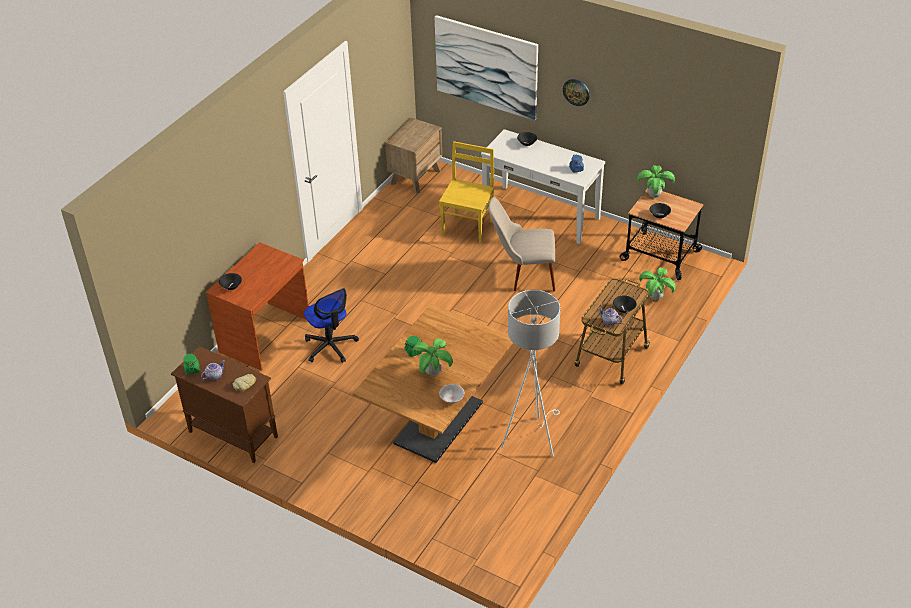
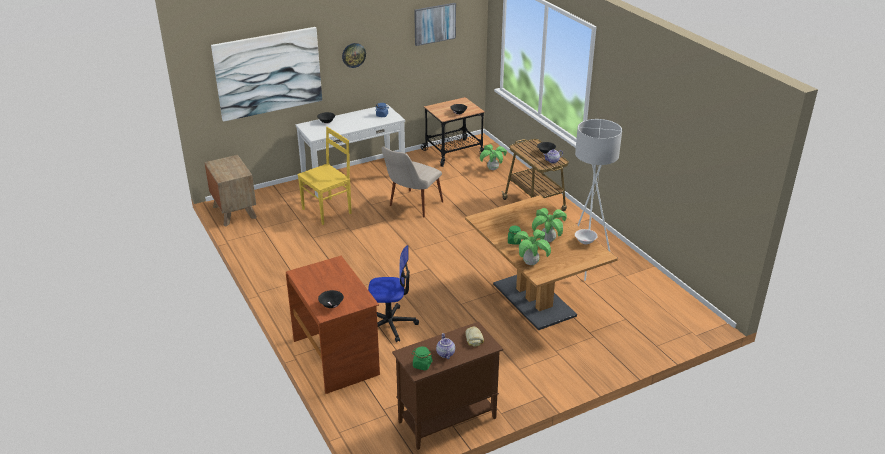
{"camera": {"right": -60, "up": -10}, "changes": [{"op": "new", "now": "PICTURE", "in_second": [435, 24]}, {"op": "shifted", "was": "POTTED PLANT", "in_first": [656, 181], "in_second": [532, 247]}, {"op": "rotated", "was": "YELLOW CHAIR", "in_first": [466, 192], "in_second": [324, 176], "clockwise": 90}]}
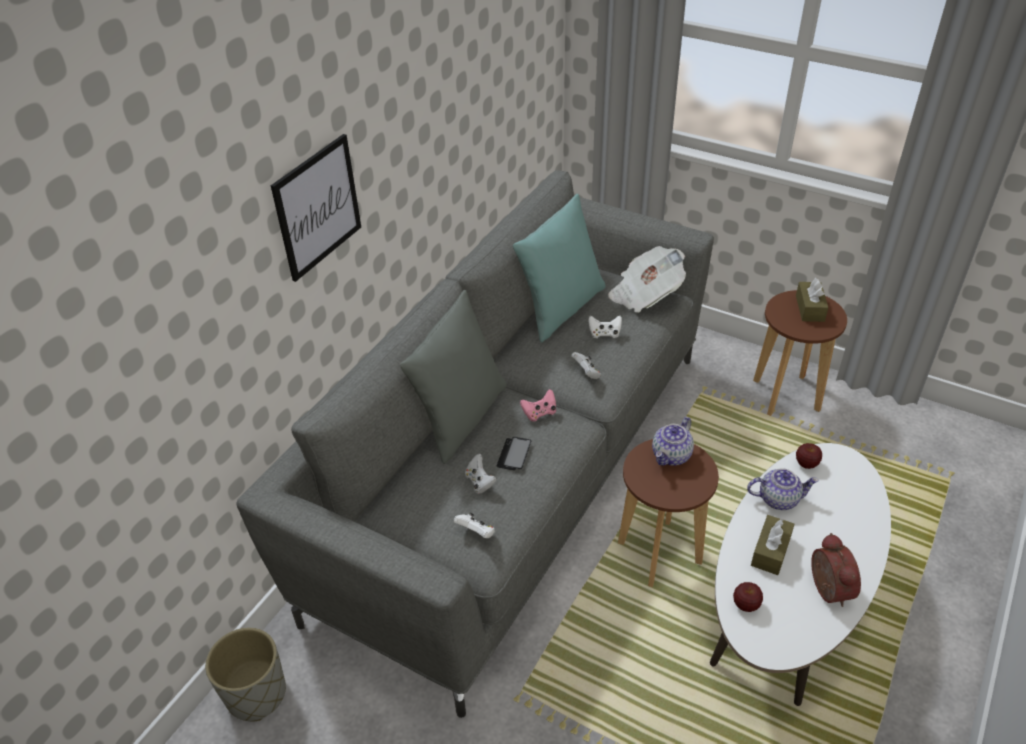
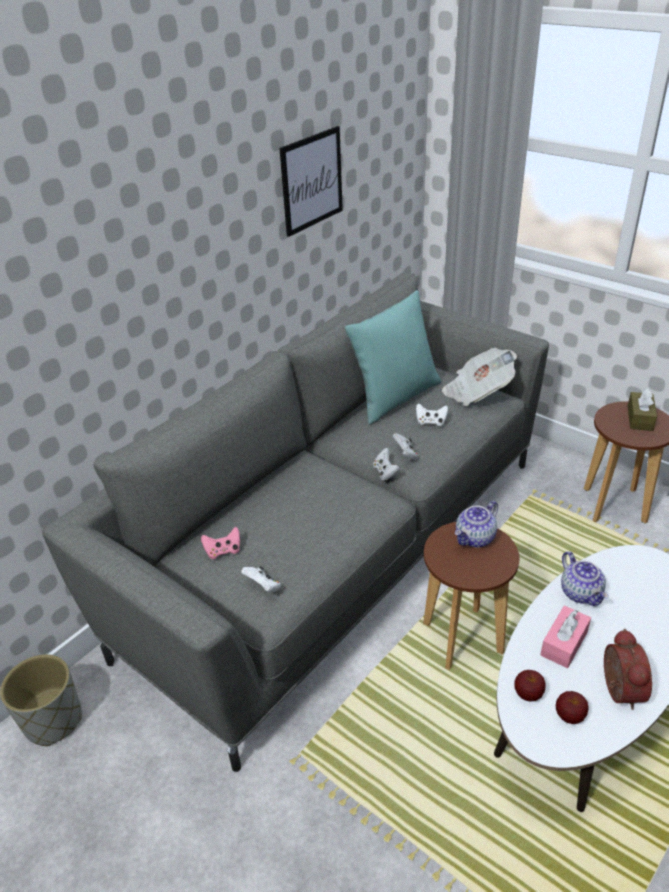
{"camera": {"right": 10, "up": -5}, "changes": [{"op": "gone", "was": "GREY PILLOW", "in_first": [453, 377]}, {"op": "gone", "was": "PHONE", "in_first": [514, 453]}, {"op": "shifted", "was": "PICTURE", "in_first": [316, 208], "in_second": [311, 181]}, {"op": "shifted", "was": "WHITE GAME CONTROLLER", "in_first": [481, 474], "in_second": [386, 464]}, {"op": "shifted", "was": "PINK GAME CONTROLLER", "in_first": [538, 405], "in_second": [220, 543]}, {"op": "shifted", "was": "APPLE", "in_first": [809, 456], "in_second": [572, 707]}, {"op": "repainted", "was": "BROWN TISSUE BOX", "now": "PINK TISSUE BOX", "in_first": [773, 545], "in_second": [565, 637]}, {"op": "rotated", "was": "TEAPOT", "in_first": [783, 489], "in_second": [585, 578], "clockwise": 60}]}
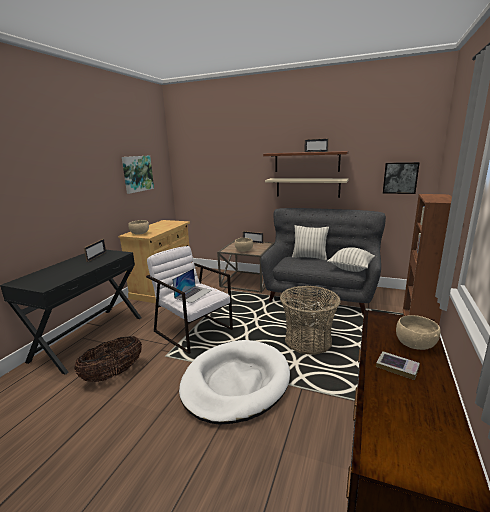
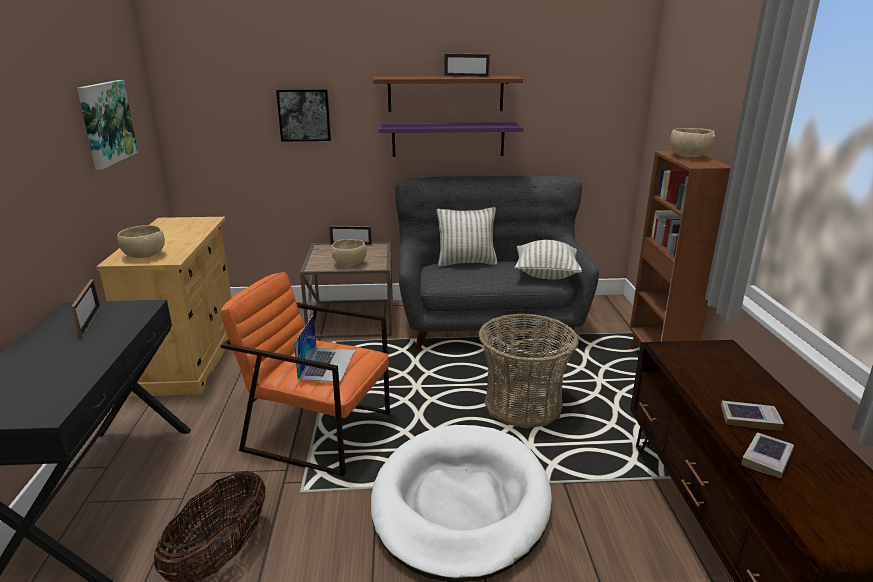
{"camera": {"right": -25, "up": 5}, "changes": [{"op": "new", "now": "BOOK", "in_second": [768, 455]}, {"op": "shifted", "was": "PICTURE", "in_first": [401, 178], "in_second": [303, 115]}, {"op": "shifted", "was": "BEIGE BOWL", "in_first": [418, 332], "in_second": [692, 142]}, {"op": "repainted", "was": "WHITE ARMCHAIR", "now": "ORANGE ARMCHAIR", "in_first": [189, 300], "in_second": [305, 374]}, {"op": "repainted", "was": "BEIGE SHELF", "now": "PURPLE SHELF", "in_first": [307, 188], "in_second": [450, 139]}]}
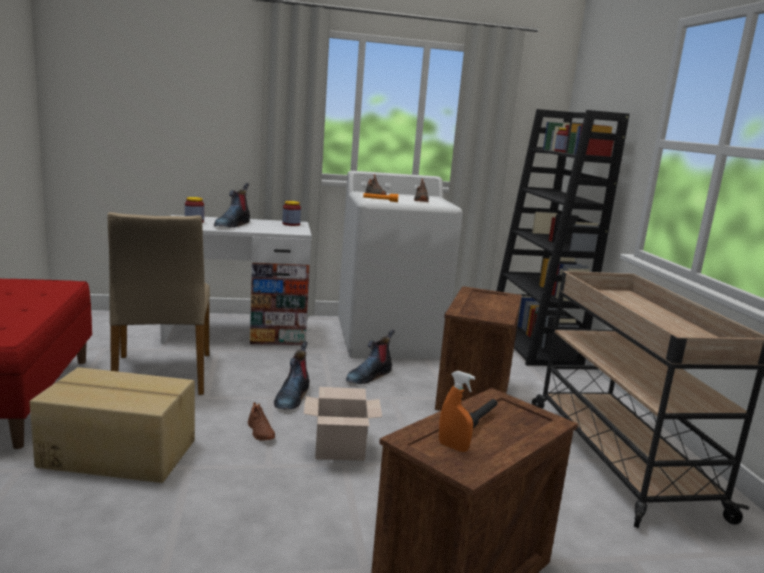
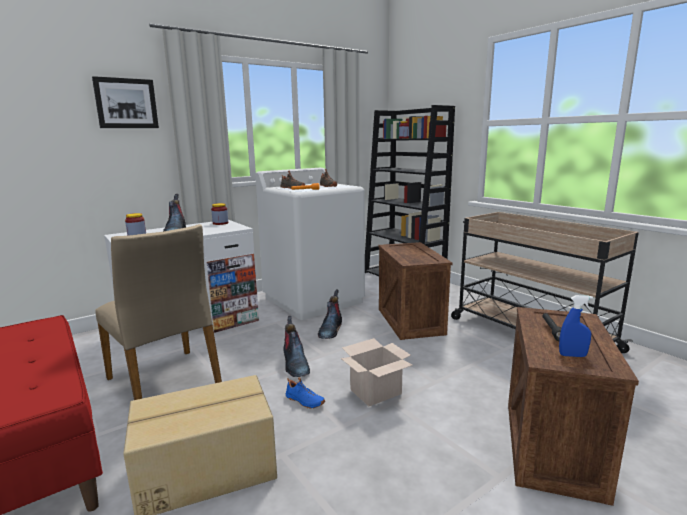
{"camera": {"right": -25, "up": 0}, "changes": [{"op": "new", "now": "PICTURE", "in_second": [125, 102]}, {"op": "repainted", "was": "BROWN SHOE", "now": "BLUE SHOE", "in_first": [261, 421], "in_second": [305, 393]}, {"op": "repainted", "was": "ORANGE SPRAY BOTTLE", "now": "BLUE SPRAY BOTTLE", "in_first": [457, 411], "in_second": [576, 326]}]}
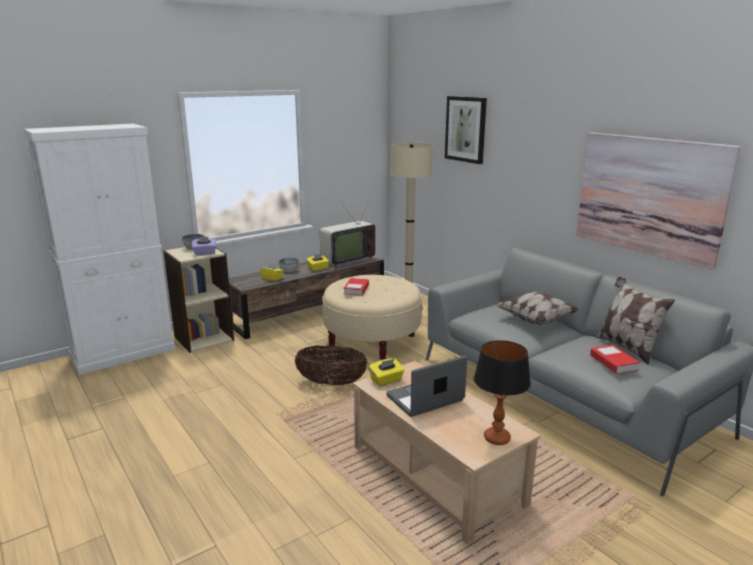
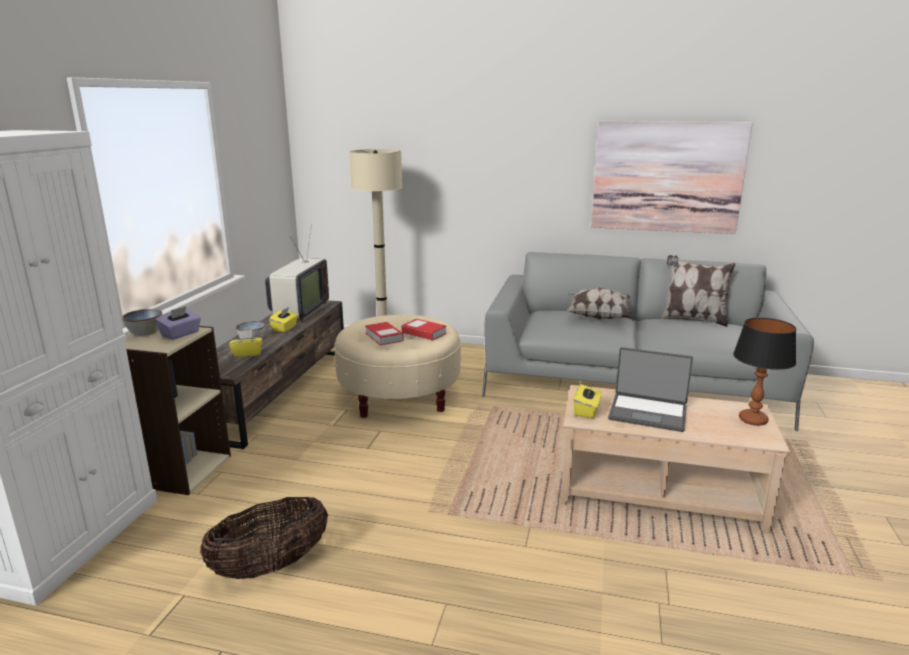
{"camera": {"right": -40, "up": 0}, "changes": [{"op": "gone", "was": "PICTURE", "in_first": [466, 130]}, {"op": "shifted", "was": "BASKET", "in_first": [331, 365], "in_second": [264, 537]}, {"op": "shifted", "was": "BOOK", "in_first": [615, 359], "in_second": [424, 330]}, {"op": "rotated", "was": "LAPTOP", "in_first": [426, 386], "in_second": [650, 389], "clockwise": -90}]}
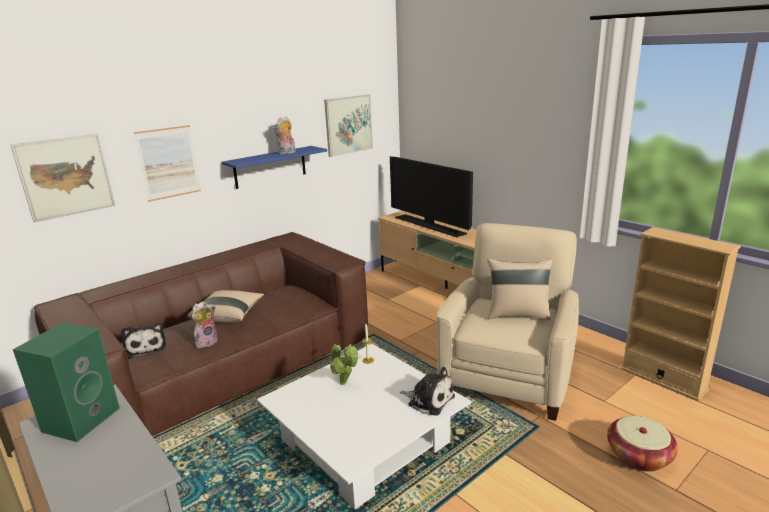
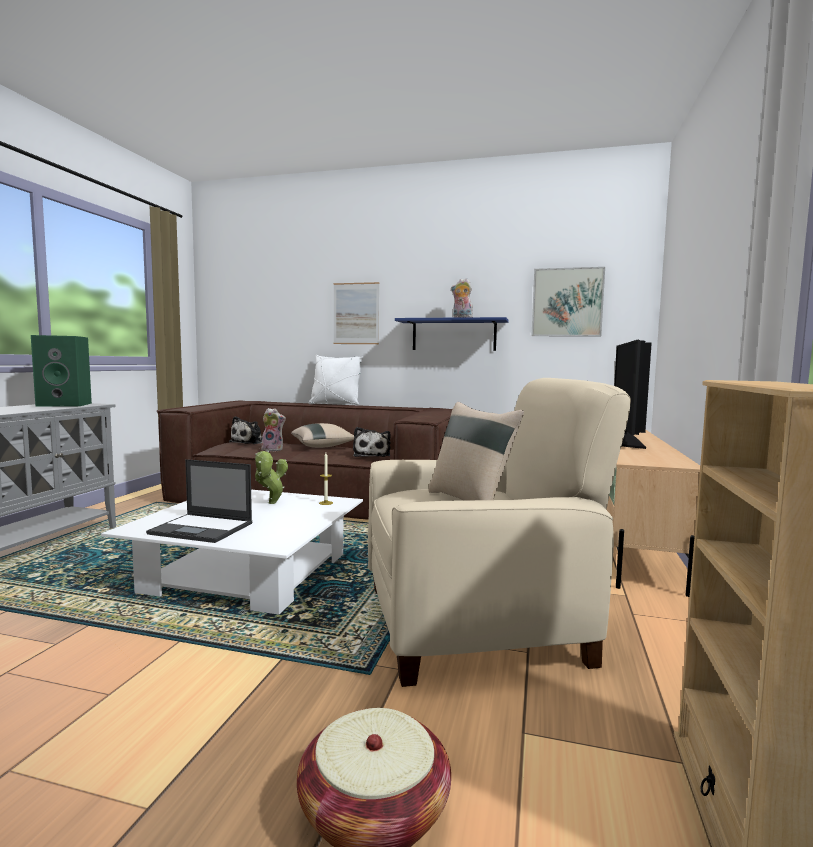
{"camera": {"right": 55, "up": -15}, "changes": [{"op": "gone", "was": "PICTURE", "in_first": [62, 178]}, {"op": "new", "now": "LAPTOP", "in_second": [199, 501]}, {"op": "new", "now": "WHITE PILLOW", "in_second": [336, 380]}, {"op": "shifted", "was": "PLUSH TOY", "in_first": [427, 391], "in_second": [372, 442]}]}
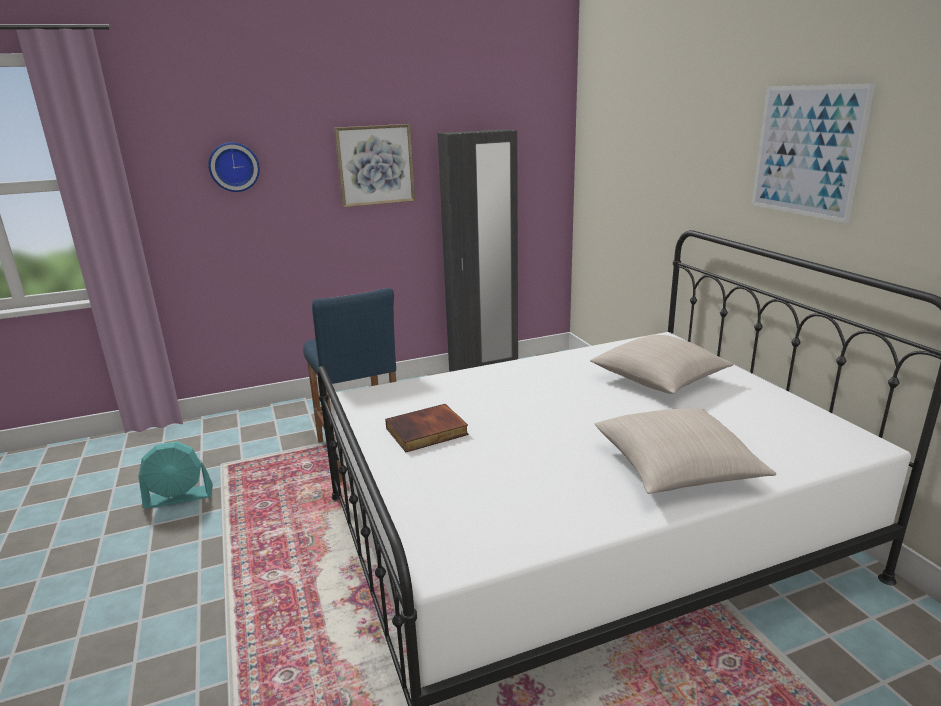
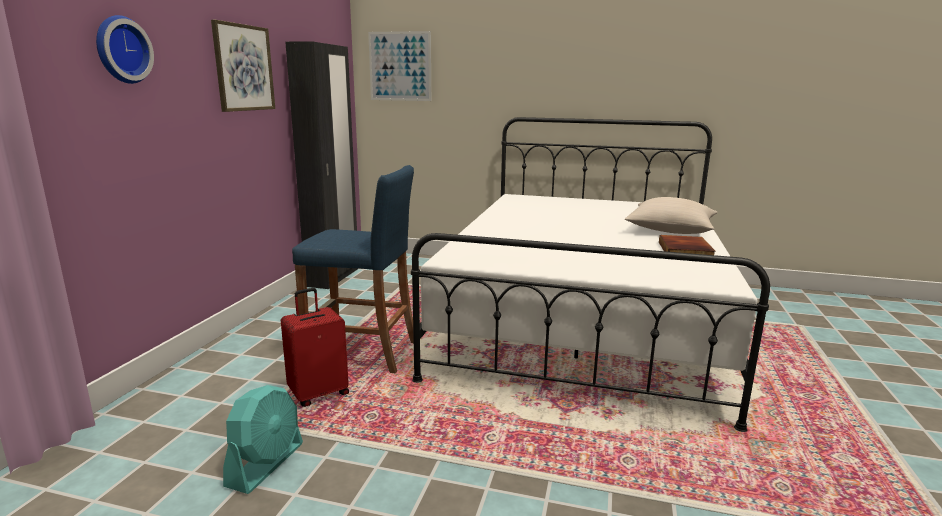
{"camera": {"right": -55, "up": -5}, "changes": [{"op": "gone", "was": "BEIGE PILLOW", "in_first": [662, 364]}, {"op": "new", "now": "RED SUITCASE", "in_second": [315, 347]}, {"op": "shifted", "was": "BOOK", "in_first": [427, 428], "in_second": [687, 245]}, {"op": "shifted", "was": "PICTURE", "in_first": [813, 153], "in_second": [399, 66]}]}
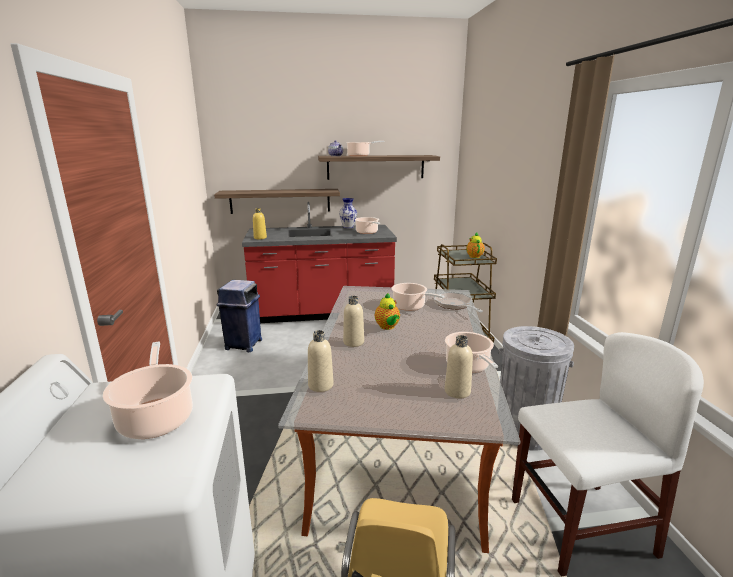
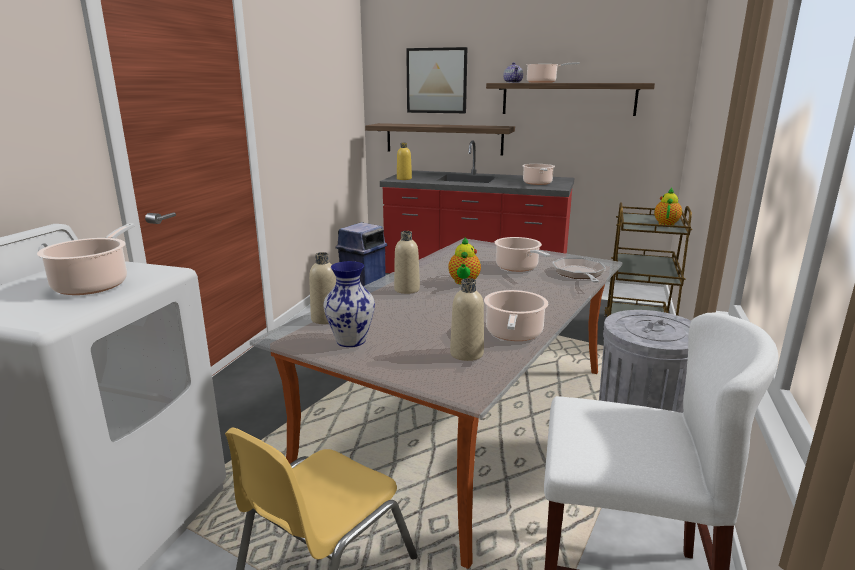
{"camera": {"right": 25, "up": 0}, "changes": [{"op": "new", "now": "PICTURE", "in_second": [436, 80]}, {"op": "shifted", "was": "VASE", "in_first": [348, 213], "in_second": [349, 304]}]}
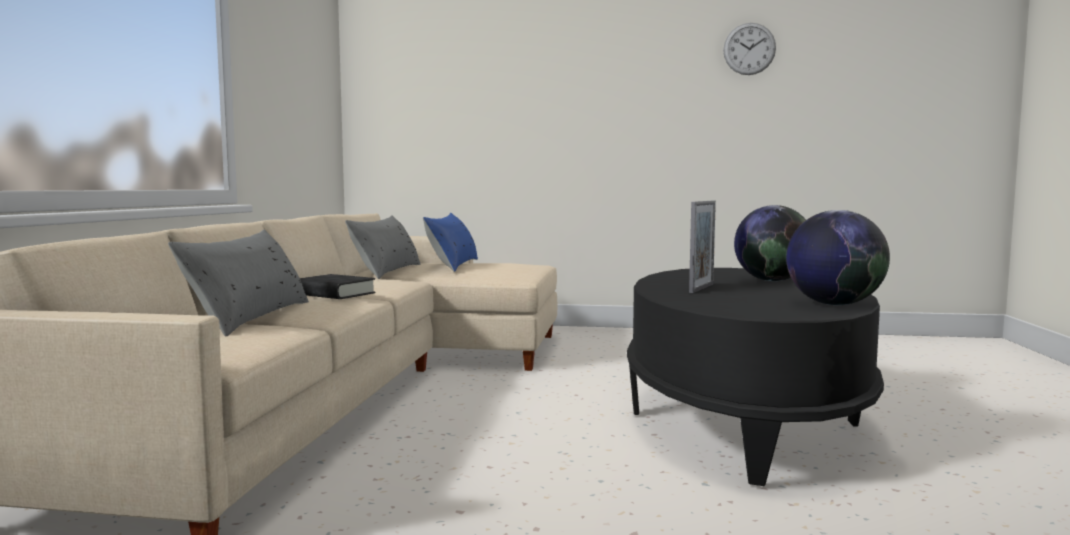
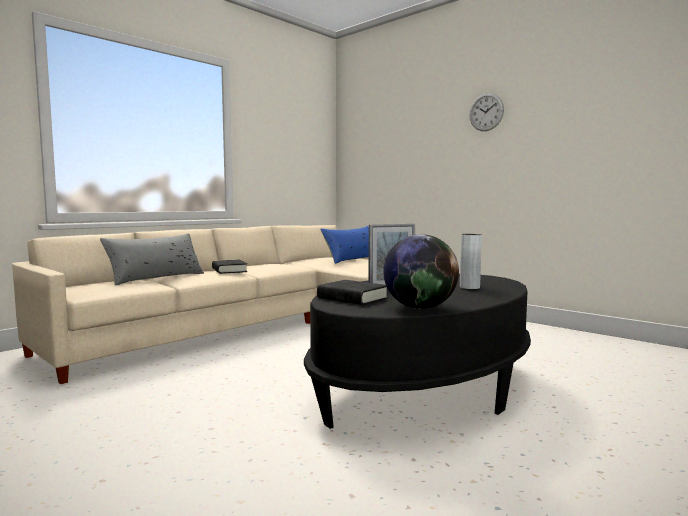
{"camera": {"right": 35, "up": 0}, "changes": [{"op": "gone", "was": "GREY PILLOW", "in_first": [383, 247]}, {"op": "new", "now": "BLACK BOOK", "in_second": [352, 292]}, {"op": "shifted", "was": "WALL CLOCK", "in_first": [749, 49], "in_second": [486, 112]}, {"op": "swapped", "was": "GLOBE", "now": "GREY VASE", "in_first": [770, 243], "in_second": [471, 261]}]}
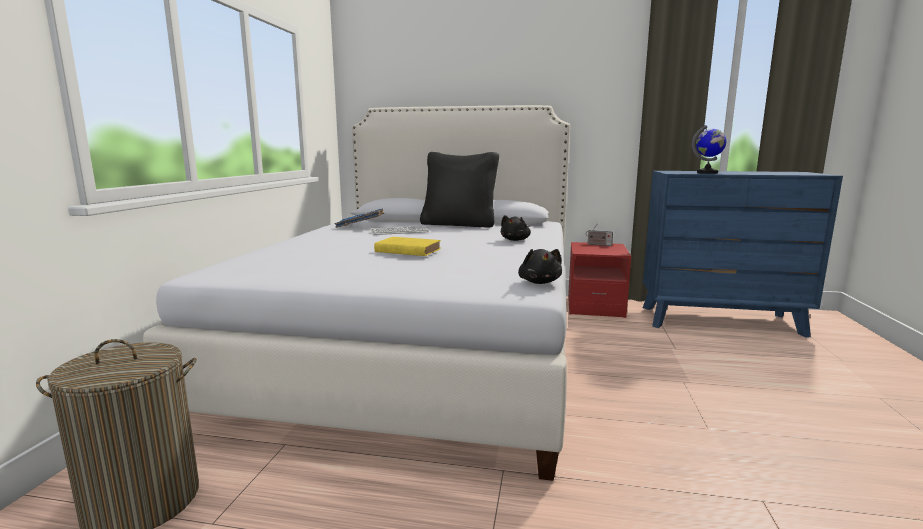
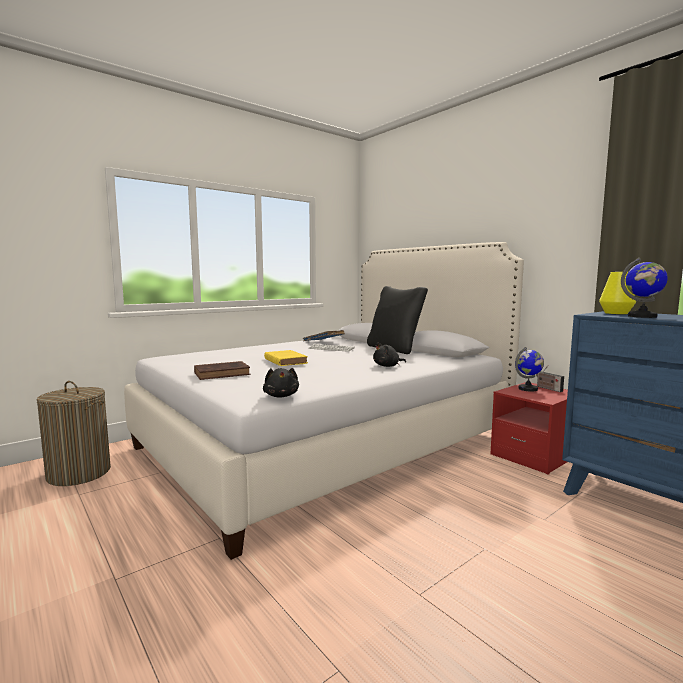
{"camera": {"right": 40, "up": -5}, "changes": [{"op": "new", "now": "BROWN BOOK", "in_second": [222, 370]}, {"op": "new", "now": "GLOBE", "in_second": [529, 369]}, {"op": "new", "now": "YELLOW VASE", "in_second": [617, 293]}, {"op": "rotated", "was": "BLACK PLUSH TOY", "in_first": [540, 266], "in_second": [281, 383], "clockwise": -45}]}
